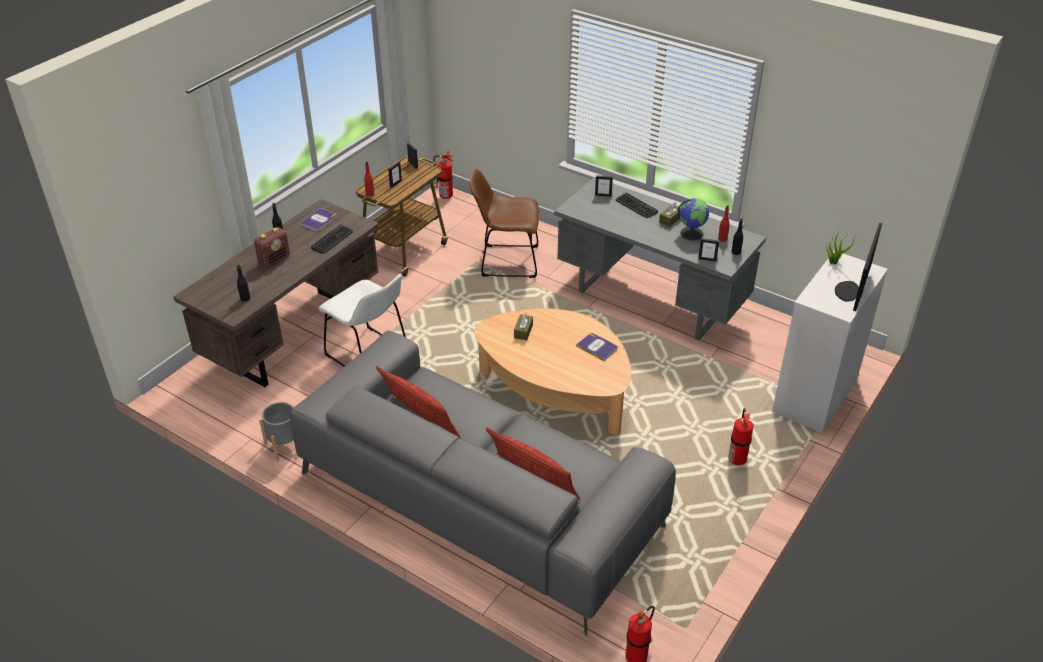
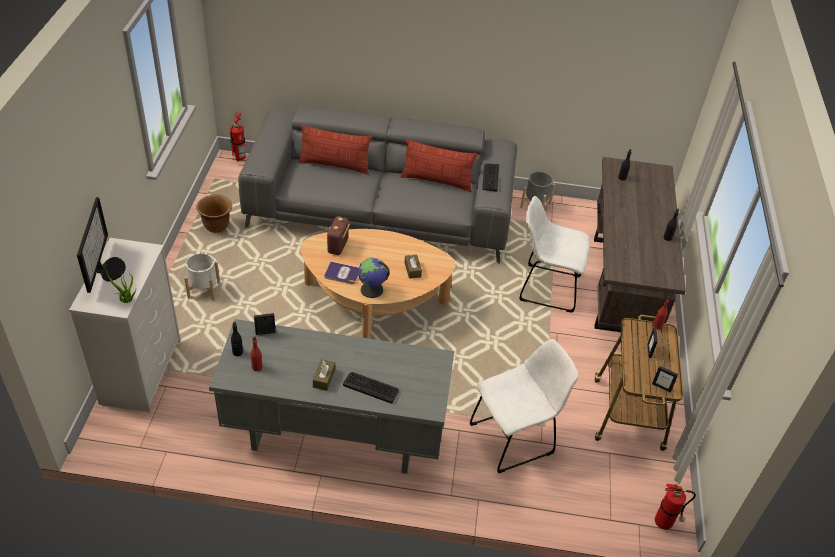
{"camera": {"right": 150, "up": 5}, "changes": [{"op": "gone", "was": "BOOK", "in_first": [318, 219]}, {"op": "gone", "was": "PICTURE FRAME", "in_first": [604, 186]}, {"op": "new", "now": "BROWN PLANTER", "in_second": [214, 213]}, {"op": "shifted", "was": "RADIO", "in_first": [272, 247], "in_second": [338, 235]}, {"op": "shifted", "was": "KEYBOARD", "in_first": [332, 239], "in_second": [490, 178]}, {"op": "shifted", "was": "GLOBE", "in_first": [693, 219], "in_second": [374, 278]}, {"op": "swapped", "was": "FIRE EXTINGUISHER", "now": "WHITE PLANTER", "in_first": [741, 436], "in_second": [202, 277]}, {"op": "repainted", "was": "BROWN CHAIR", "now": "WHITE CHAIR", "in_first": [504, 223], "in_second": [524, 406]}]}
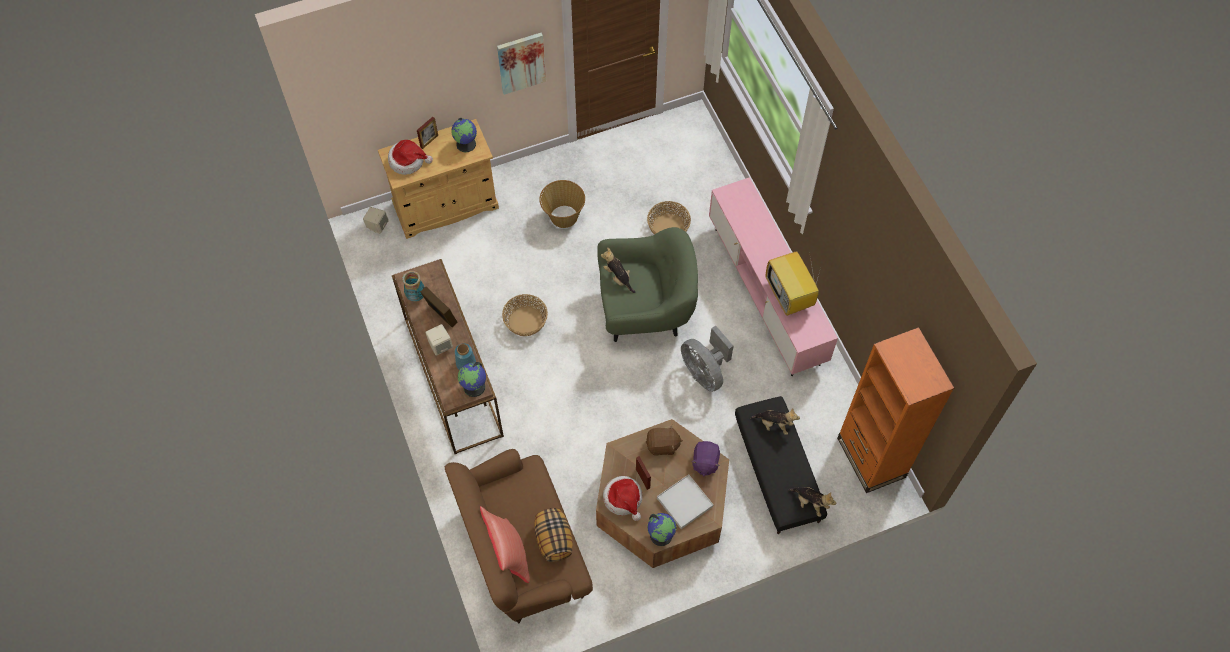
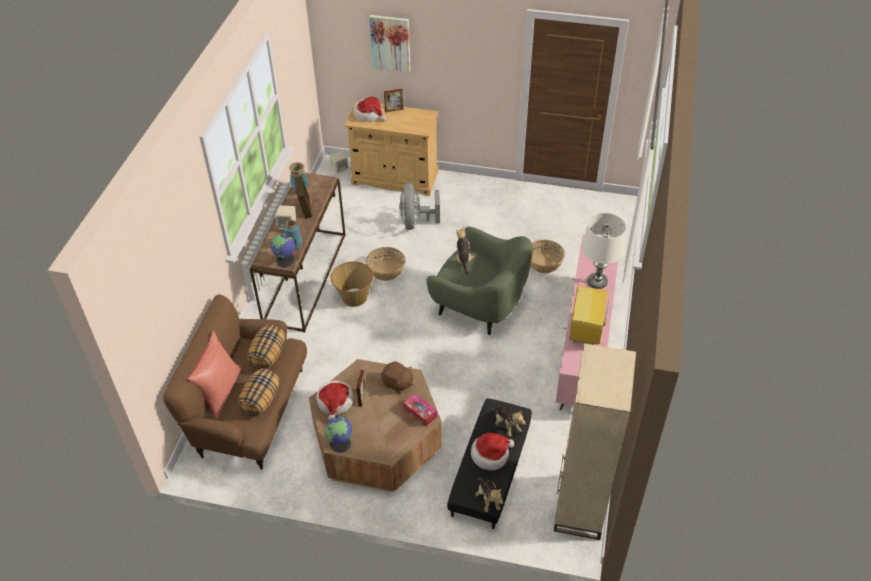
{"camera": {"right": 35, "up": -15}, "changes": [{"op": "gone", "was": "GLOBE", "in_first": [464, 135]}, {"op": "gone", "was": "WHITE TRAY", "in_first": [685, 501]}, {"op": "new", "now": "PILLOW", "in_second": [266, 346]}, {"op": "new", "now": "HAT", "in_second": [492, 451]}, {"op": "new", "now": "WHITE TABLE LAMP", "in_second": [604, 251]}, {"op": "shifted", "was": "PICTURE", "in_first": [521, 64], "in_second": [389, 44]}, {"op": "shifted", "was": "BASKET", "in_first": [562, 204], "in_second": [352, 284]}, {"op": "shifted", "was": "GREY FAN", "in_first": [707, 359], "in_second": [419, 206]}, {"op": "swapped", "was": "PURPLE PLUSH TOY", "now": "TISSUE BOX", "in_first": [705, 458], "in_second": [420, 410]}, {"op": "repainted", "was": "ORANGE BOOKCASE", "now": "BEIGE BOOKCASE", "in_first": [895, 410], "in_second": [595, 441]}]}
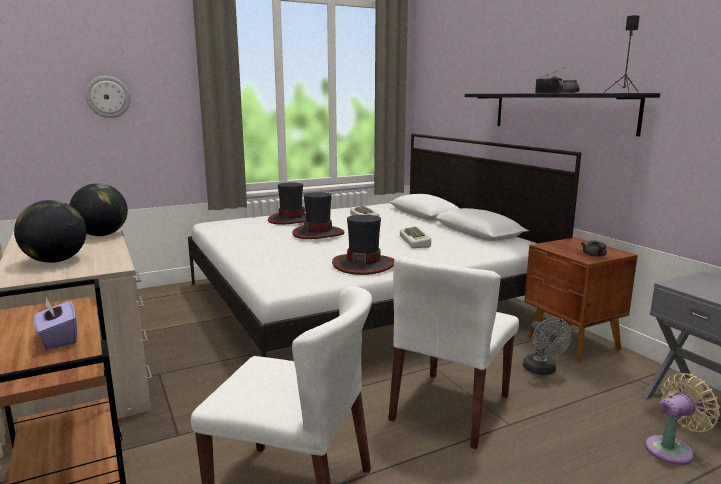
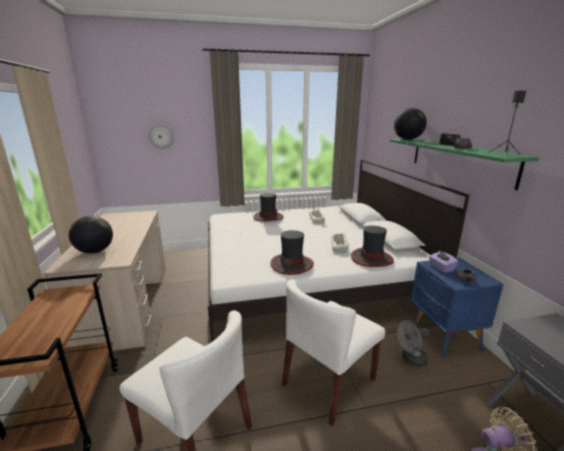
{"camera": {"right": 15, "up": 5}, "changes": [{"op": "shifted", "was": "PURPLE TISSUE BOX", "in_first": [55, 324], "in_second": [443, 261]}, {"op": "shifted", "was": "GLOBE", "in_first": [99, 209], "in_second": [410, 124]}, {"op": "shifted", "was": "HAT", "in_first": [318, 215], "in_second": [372, 246]}, {"op": "repainted", "was": "BLACK SHELF", "now": "GREEN SHELF", "in_first": [562, 114], "in_second": [464, 164]}, {"op": "repainted", "was": "BROWN NIGHTSTAND", "now": "BLUE NIGHTSTAND", "in_first": [581, 299], "in_second": [457, 307]}, {"op": "rotated", "was": "GREY FAN", "in_first": [547, 346], "in_second": [413, 343], "clockwise": 75}]}
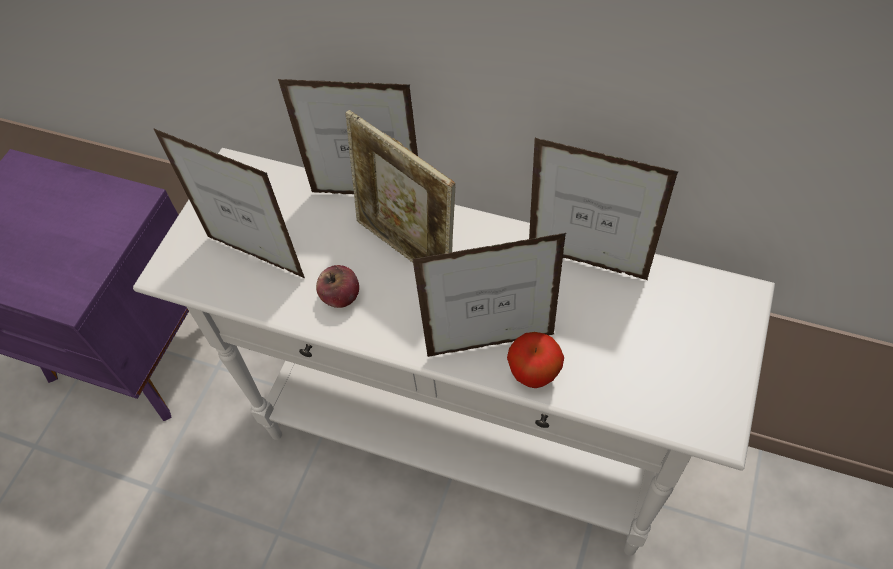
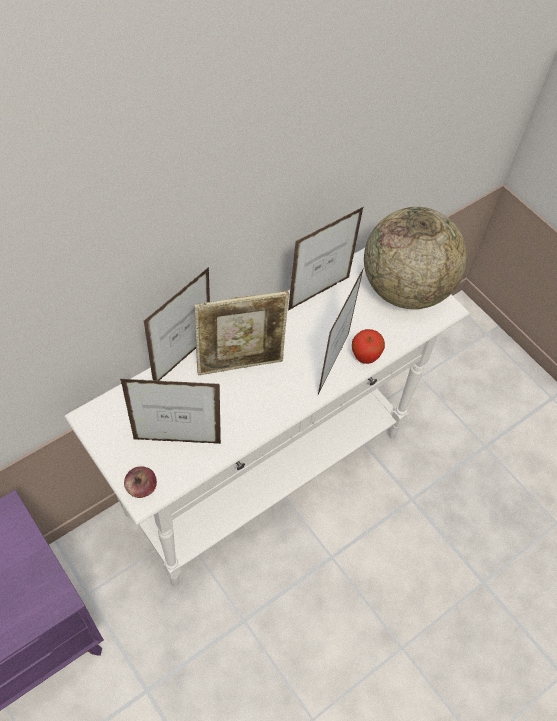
{"camera": {"right": -65, "up": 0}, "changes": [{"op": "new", "now": "GLOBE", "in_second": [415, 258]}, {"op": "shifted", "was": "APPLE", "in_first": [337, 286], "in_second": [140, 482]}, {"op": "rotated", "was": "PICTURE FRAME", "in_first": [229, 203], "in_second": [170, 411], "clockwise": -150}]}
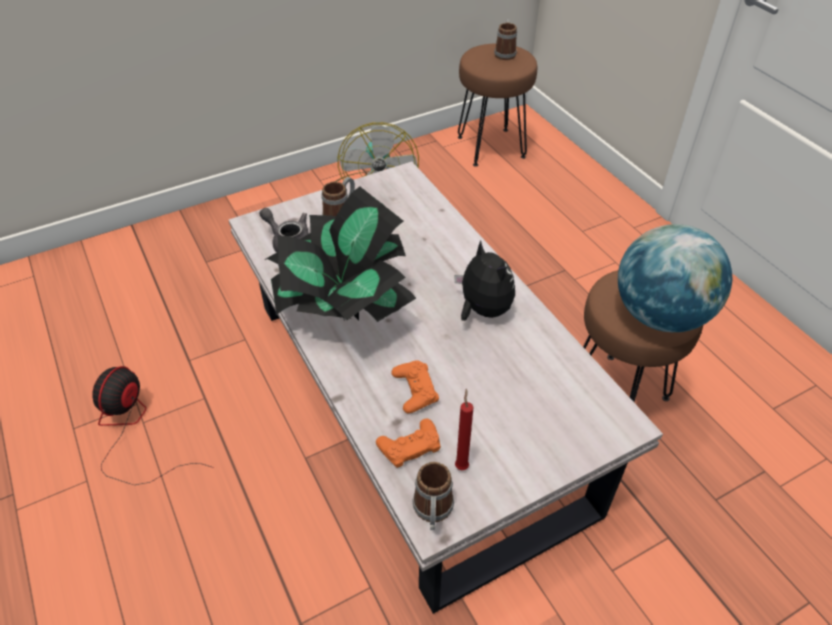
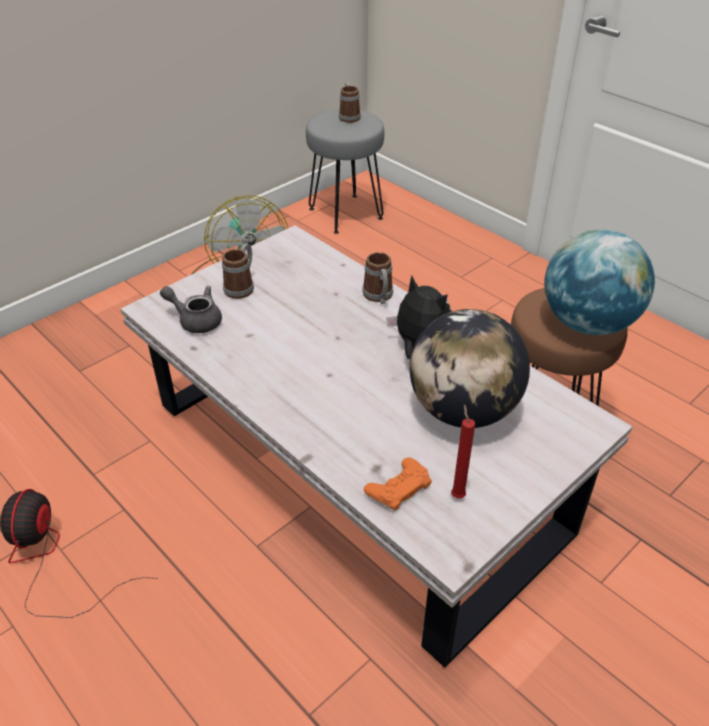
{"camera": {"right": -15, "up": -5}, "changes": [{"op": "gone", "was": "POTTED PLANT", "in_first": [340, 254]}, {"op": "gone", "was": "ORANGE GAME CONTROLLER", "in_first": [415, 386]}, {"op": "new", "now": "GLOBE", "in_second": [470, 368]}, {"op": "shifted", "was": "MUG", "in_first": [433, 496], "in_second": [377, 278]}, {"op": "repainted", "was": "BROWN STOOL", "now": "GREY STOOL", "in_first": [497, 105], "in_second": [345, 171]}]}
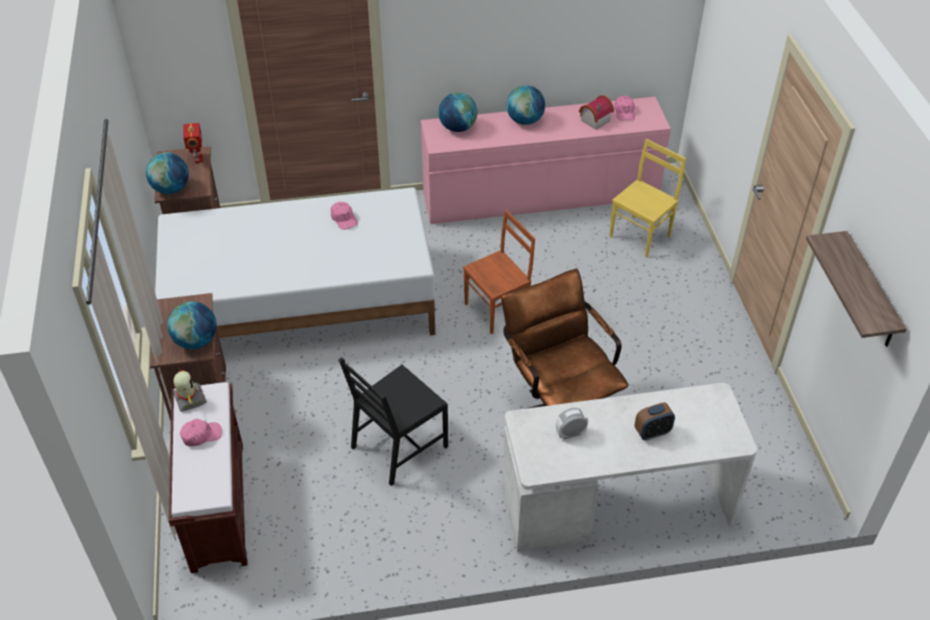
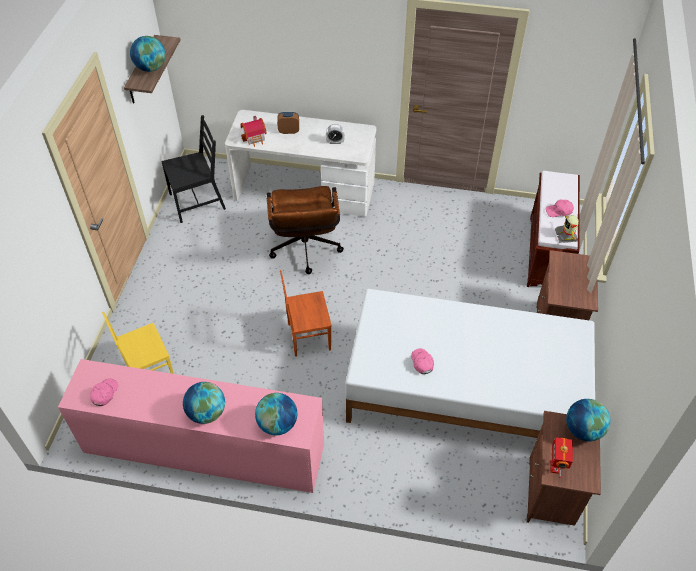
{"camera": {"right": -160, "up": 5}, "changes": [{"op": "shifted", "was": "GLOBE", "in_first": [192, 325], "in_second": [148, 54]}, {"op": "shifted", "was": "BLACK CHAIR", "in_first": [393, 421], "in_second": [194, 169]}, {"op": "shifted", "was": "TOY HOUSE", "in_first": [596, 112], "in_second": [254, 131]}]}
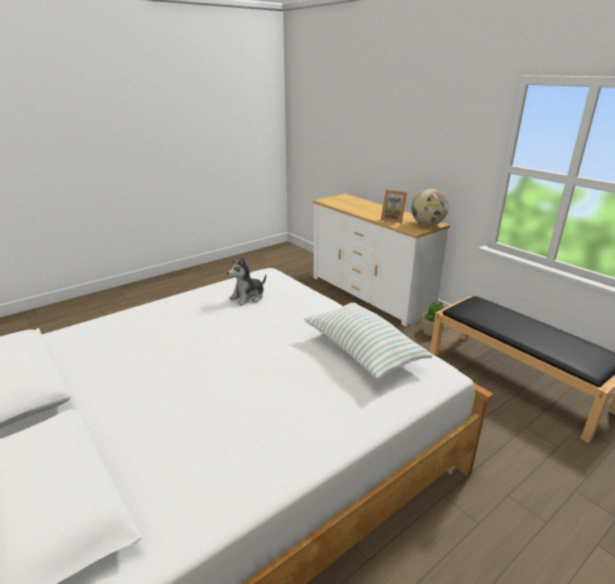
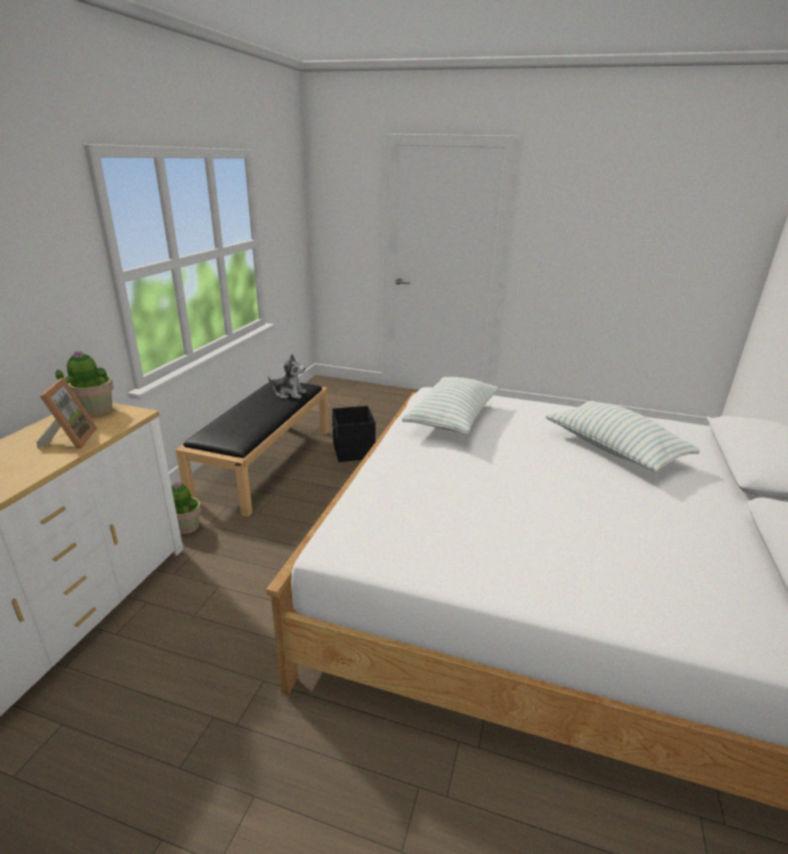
{"camera": {"right": -125, "up": 0}, "changes": [{"op": "new", "now": "BLACK STORAGE BOX", "in_second": [354, 434]}, {"op": "new", "now": "PILLOW", "in_second": [623, 436]}, {"op": "shifted", "was": "PLUSH TOY", "in_first": [246, 281], "in_second": [287, 376]}, {"op": "swapped", "was": "GLOBE", "now": "POTTED PLANT", "in_first": [430, 207], "in_second": [84, 383]}]}
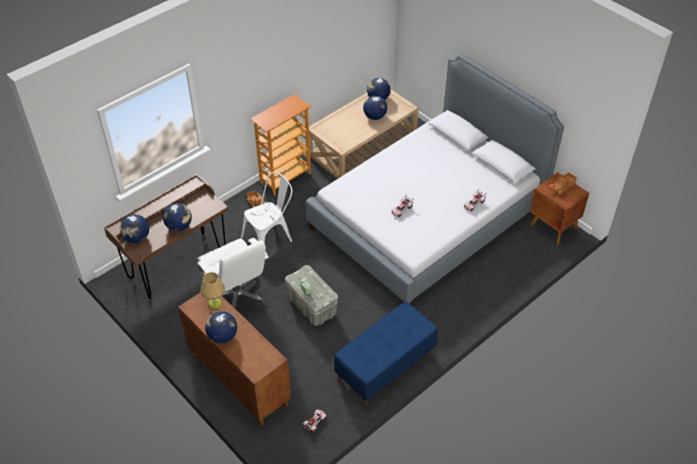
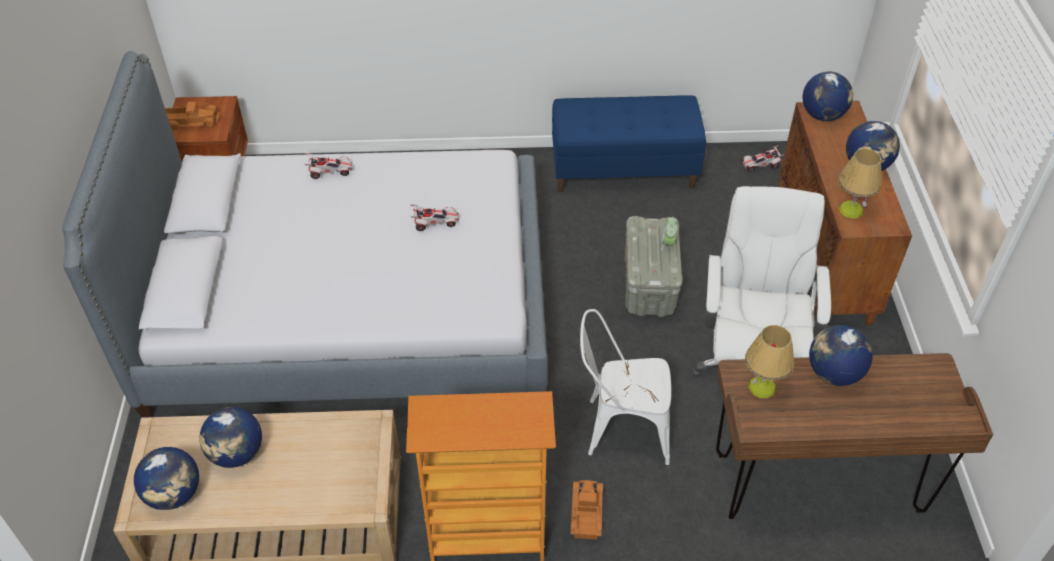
{"camera": {"right": -140, "up": 0}, "changes": [{"op": "new", "now": "TABLE LAMP", "in_second": [769, 361]}, {"op": "shifted", "was": "GLOBE", "in_first": [134, 228], "in_second": [827, 96]}]}
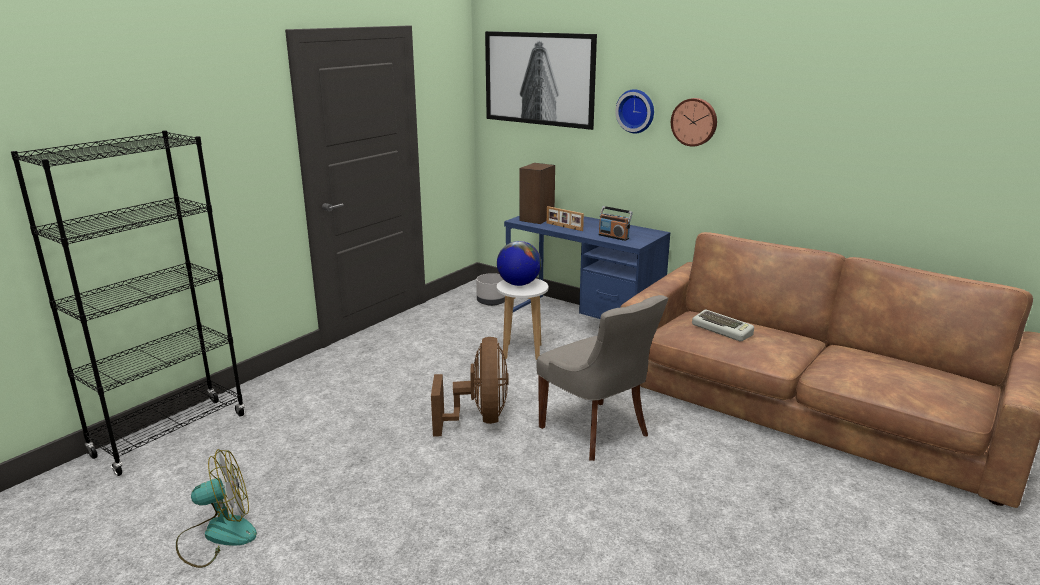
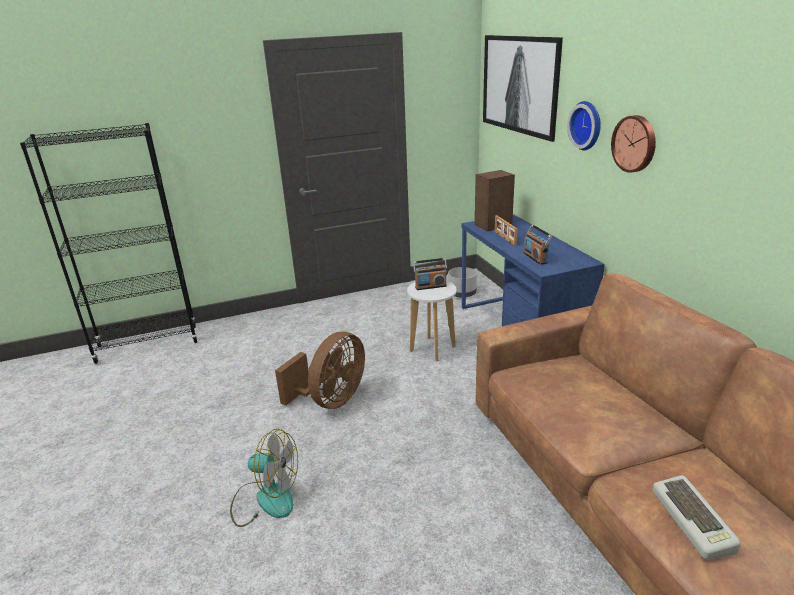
{"camera": {"right": 35, "up": 5}, "changes": [{"op": "gone", "was": "GREY CHAIR", "in_first": [602, 378]}, {"op": "shifted", "was": "FAN", "in_first": [216, 508], "in_second": [264, 478]}, {"op": "shifted", "was": "KEYBOARD", "in_first": [723, 326], "in_second": [696, 517]}, {"op": "swapped", "was": "GLOBE", "now": "RADIO", "in_first": [519, 263], "in_second": [430, 274]}]}
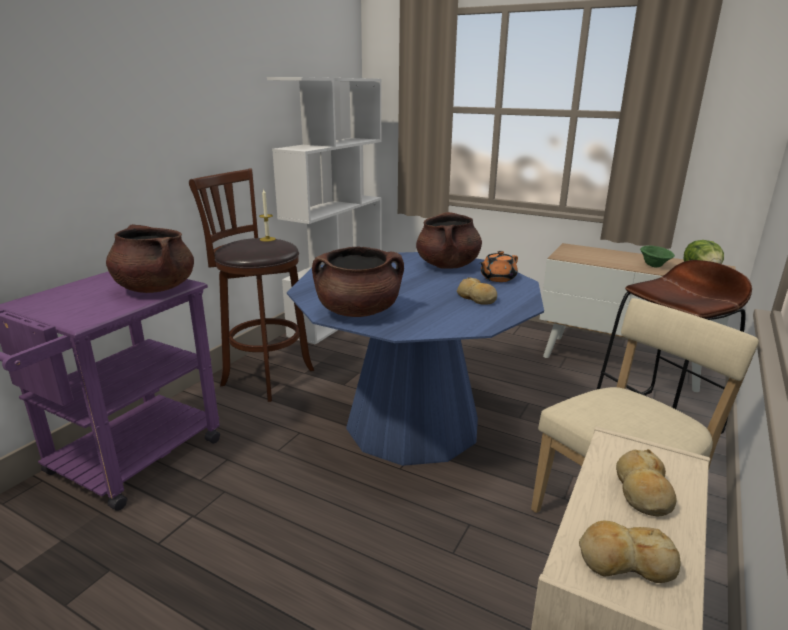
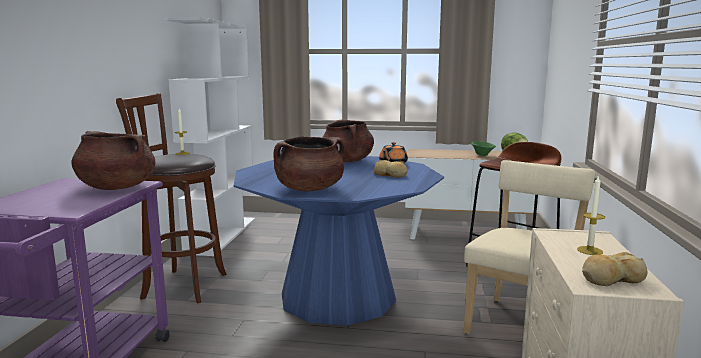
{"camera": {"right": -20, "up": -10}, "changes": [{"op": "swapped", "was": "BREAD", "now": "CANDLE", "in_first": [646, 482], "in_second": [591, 215]}]}
